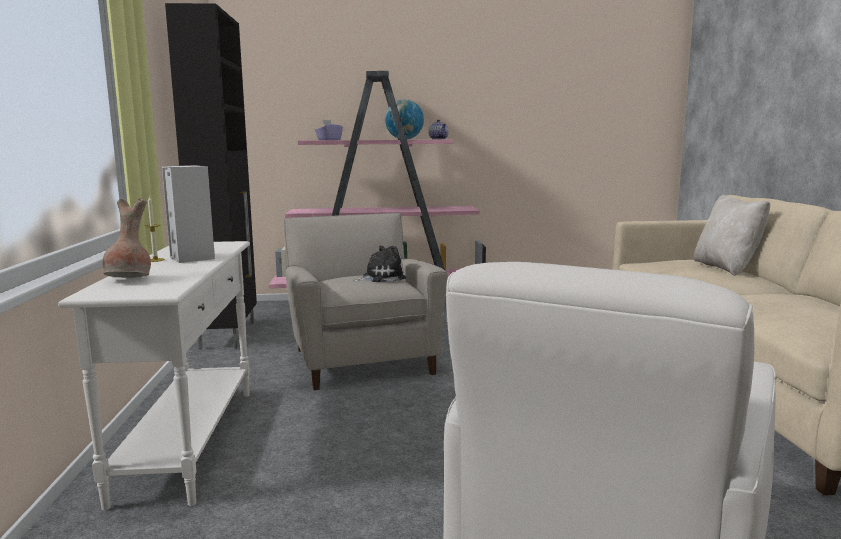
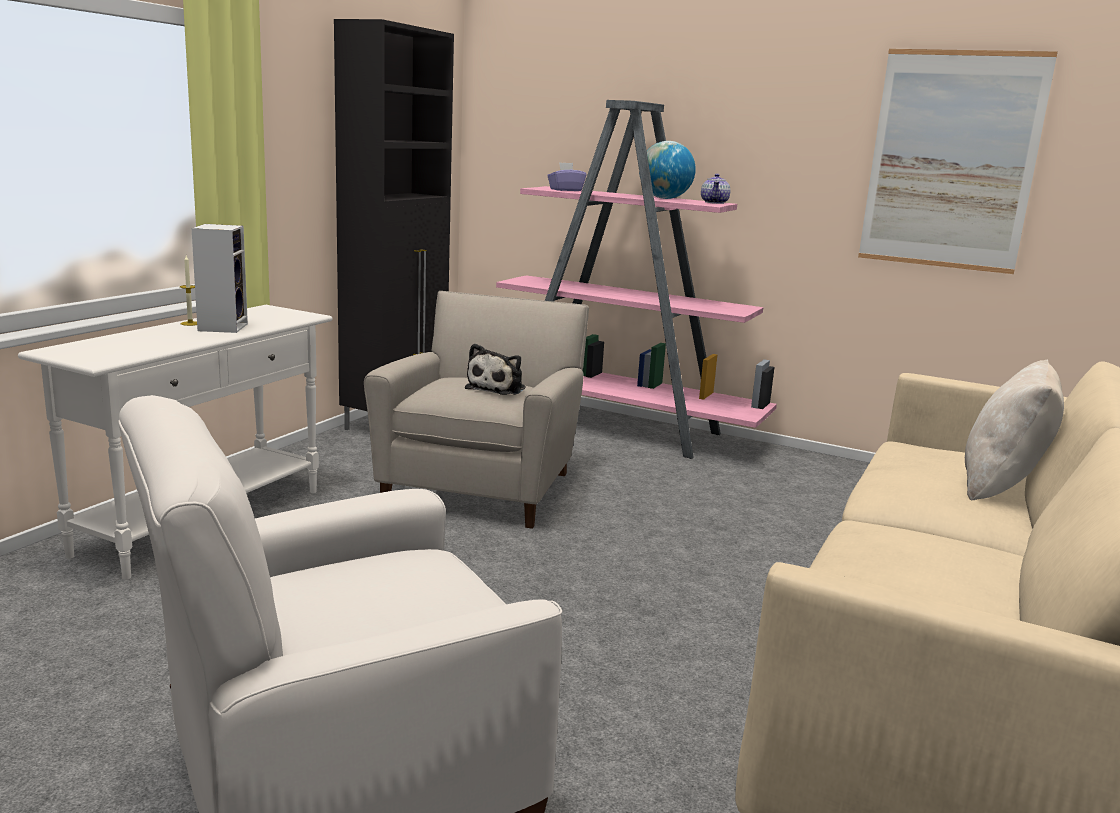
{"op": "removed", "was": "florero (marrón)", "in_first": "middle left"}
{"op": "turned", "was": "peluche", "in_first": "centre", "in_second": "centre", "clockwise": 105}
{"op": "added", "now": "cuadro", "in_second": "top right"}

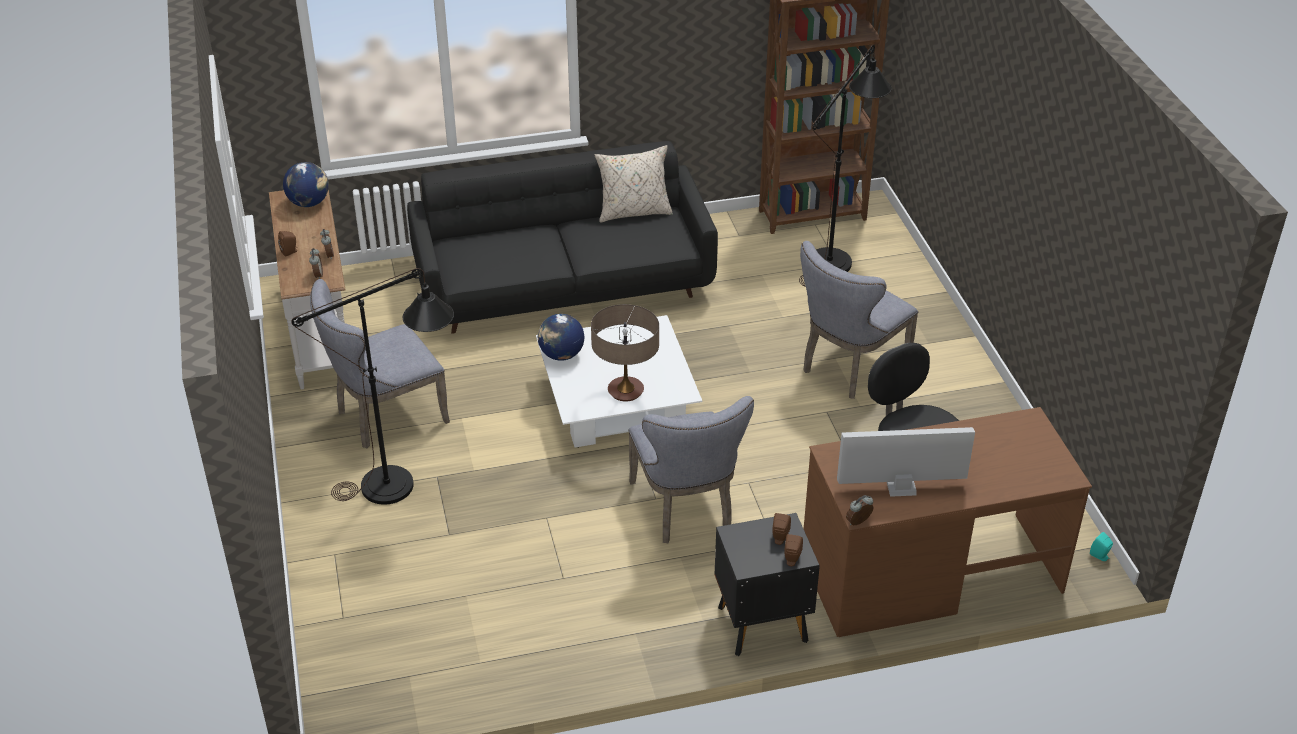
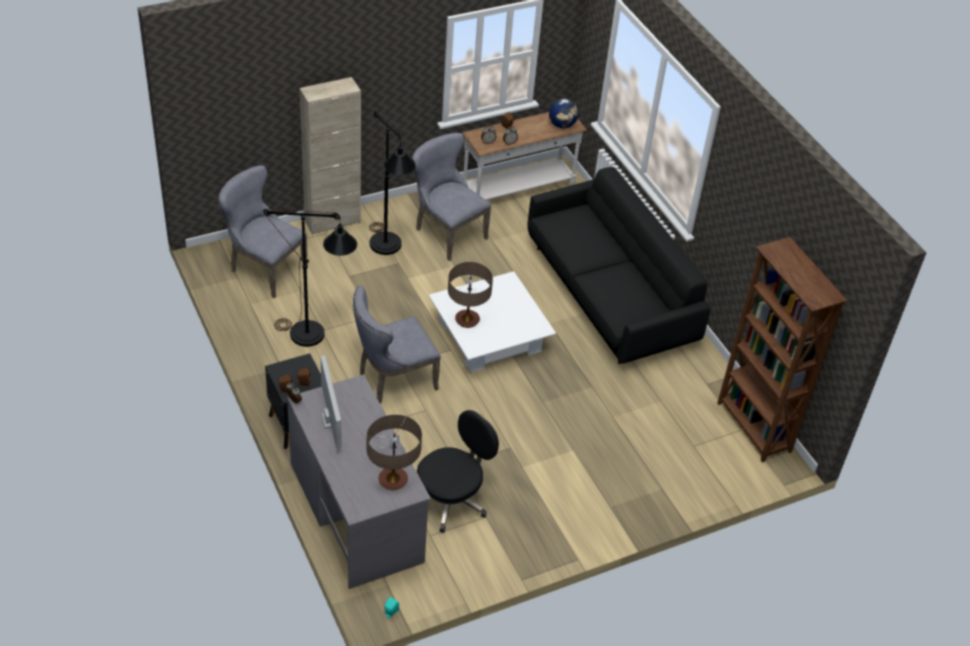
{"op": "removed", "was": "globo terráqueo (2nd from left)", "in_first": "centre"}
{"op": "removed", "was": "cojín (beis)", "in_first": "top centre"}
{"op": "moved", "was": "lámpara de pie (negro) (2nd from left in the first image)", "now": "lámpara de pie (negro) (1st from left)", "in_first": "top centre", "in_second": "middle left"}
{"op": "moved", "was": "silla (gris) (3rd from left in the first image)", "now": "silla (gris) (1st from left)", "in_first": "centre", "in_second": "middle left"}
{"op": "recoloured", "was": "escritorio (marrón)", "now": "escritorio (gris)", "in_first": "bottom right", "in_second": "bottom centre"}
{"op": "added", "now": "armario (beis)", "in_second": "top centre"}
{"op": "added", "now": "lámpara de mesa (1st from left)", "in_second": "bottom centre"}

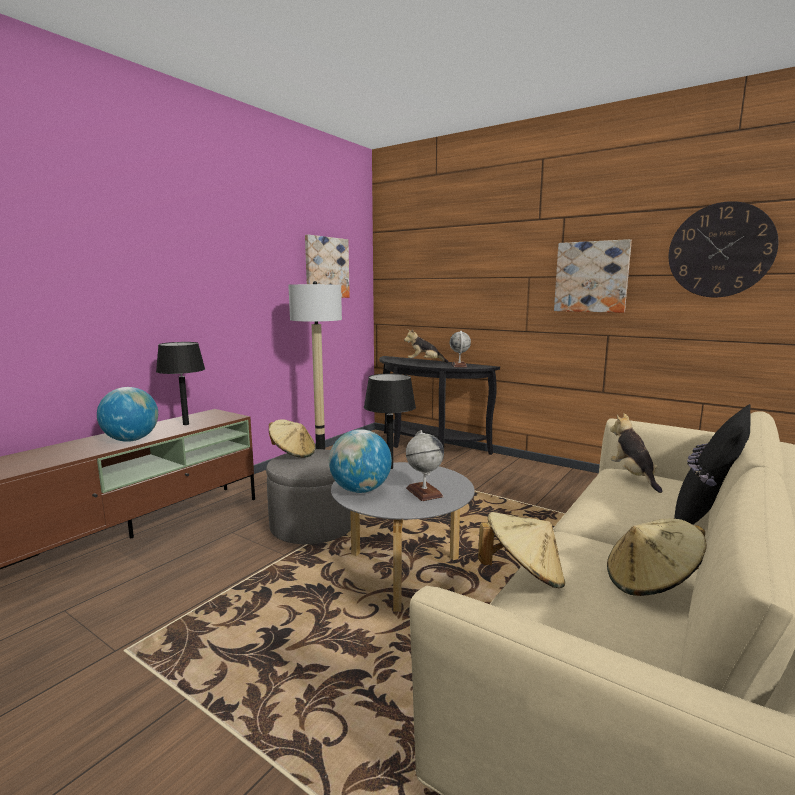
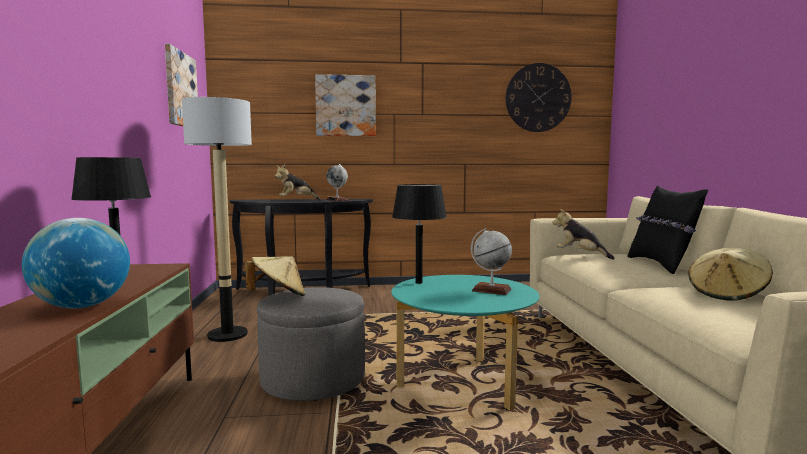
{"op": "removed", "was": "globo terráqueo (2nd from left)", "in_first": "centre"}
{"op": "recoloured", "was": "mesa de centro (gris)", "now": "mesa de centro (turquesa)", "in_first": "bottom centre", "in_second": "bottom centre"}
{"op": "removed", "was": "sombrero (beis) (2nd from left)", "in_first": "bottom centre"}
{"op": "moved", "was": "cuadro (2nd from left)", "in_first": "middle right", "in_second": "top centre"}

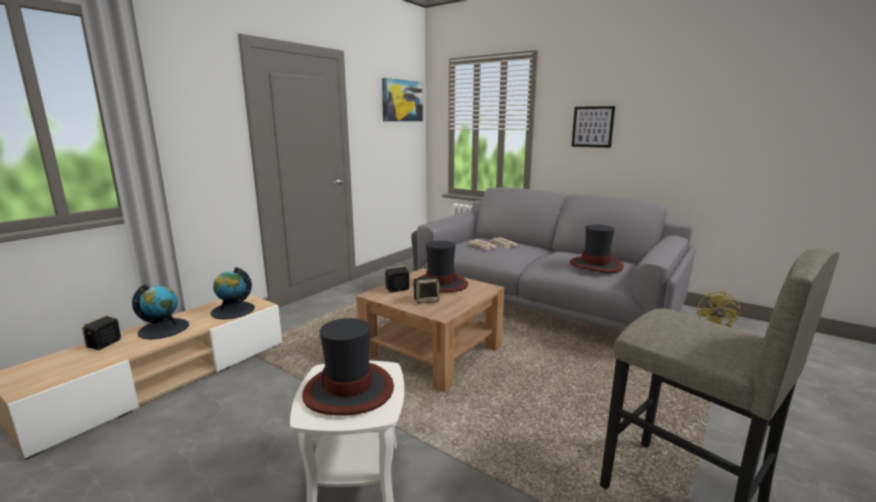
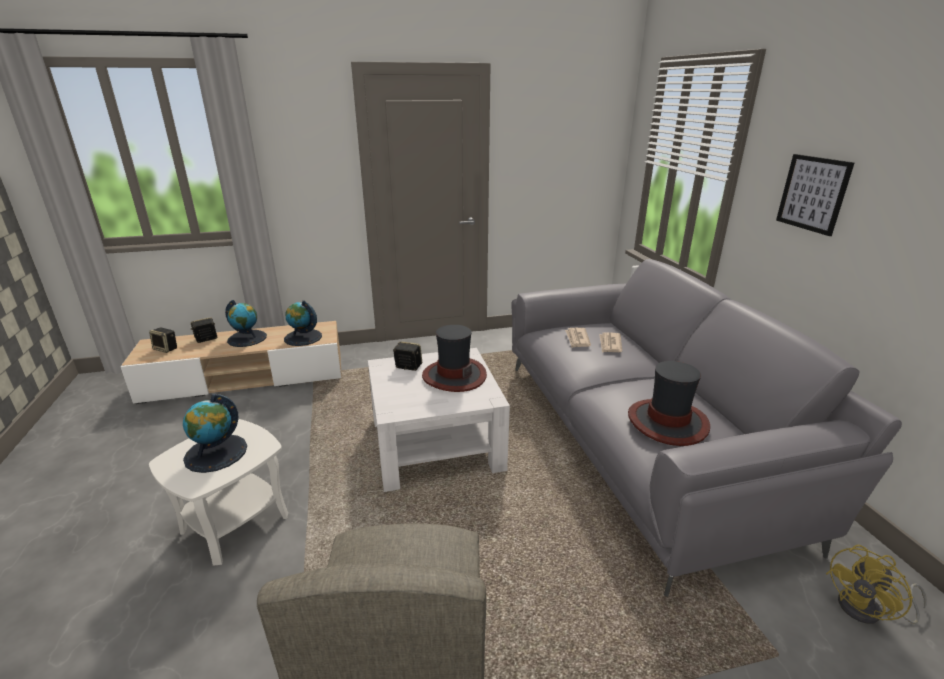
{"op": "replaced", "was": "sombrero (1st from left)", "now": "globo terráqueo (1st from left)", "in_first": "bottom centre", "in_second": "middle left"}
{"op": "recoloured", "was": "mesa de centro (marrón)", "now": "mesa de centro (blanco)", "in_first": "centre", "in_second": "centre"}
{"op": "removed", "was": "cuadro (1st from left)", "in_first": "top centre"}
{"op": "moved", "was": "altavoz (3rd from left in the first image)", "now": "altavoz (1st from left)", "in_first": "centre", "in_second": "middle left"}

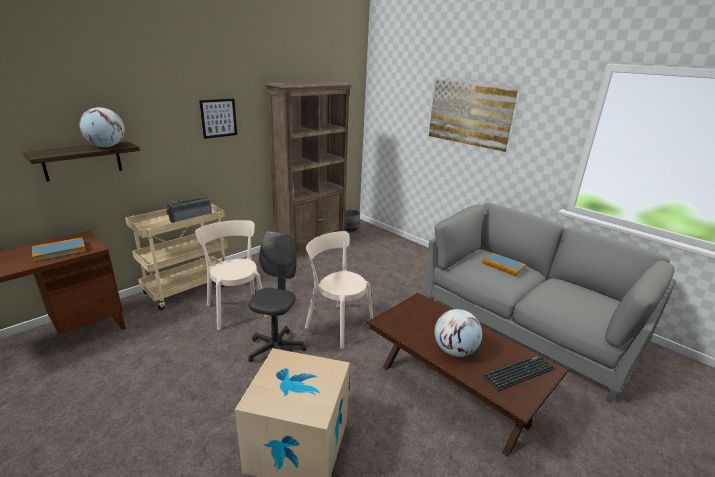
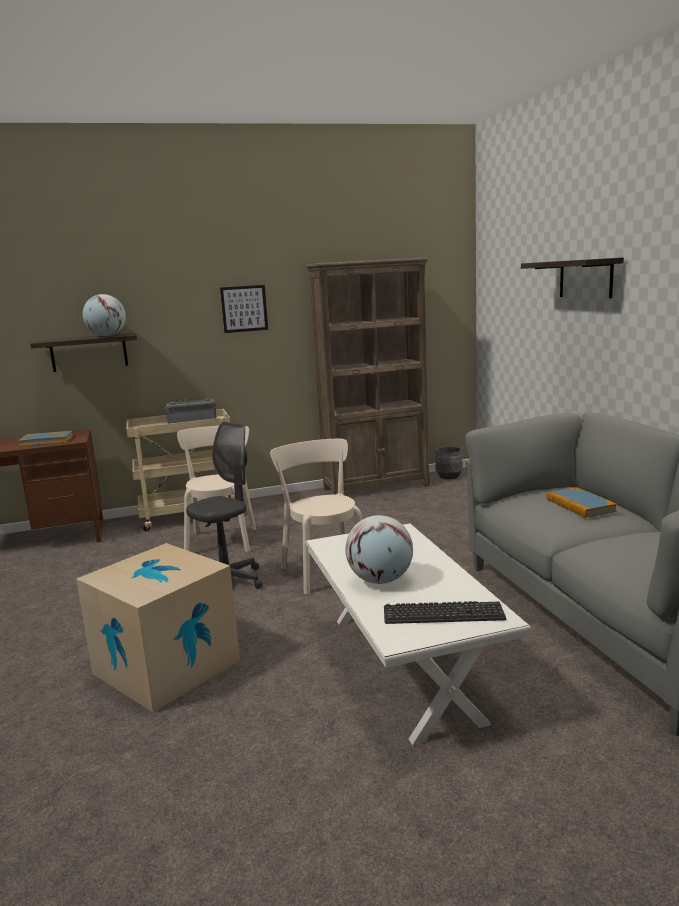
{"op": "recoloured", "was": "mesa de centro (marrón)", "now": "mesa de centro (blanco)", "in_first": "bottom centre", "in_second": "bottom centre"}
{"op": "replaced", "was": "cuadro (2nd from left)", "now": "estante (2nd from left)", "in_first": "top centre", "in_second": "top right"}

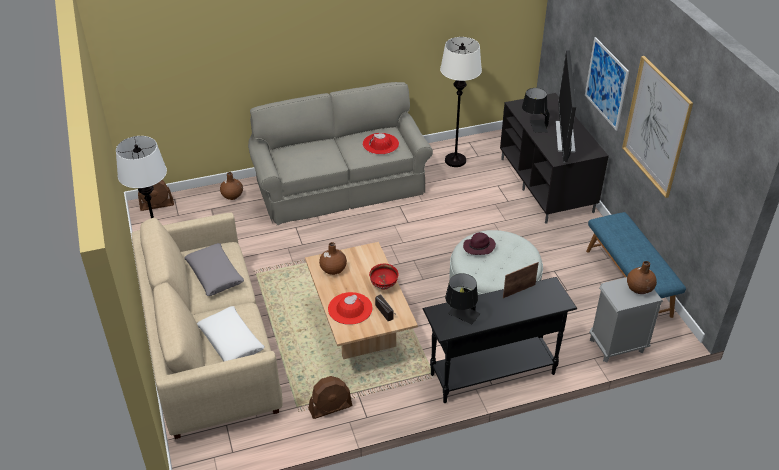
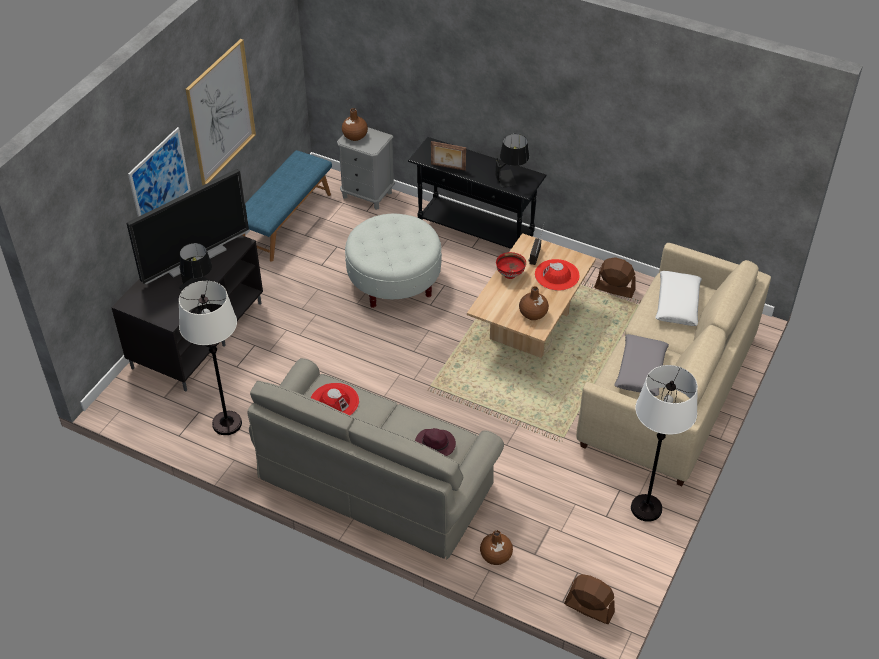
{"op": "moved", "was": "sombrero (morado)", "in_first": "centre", "in_second": "bottom centre"}

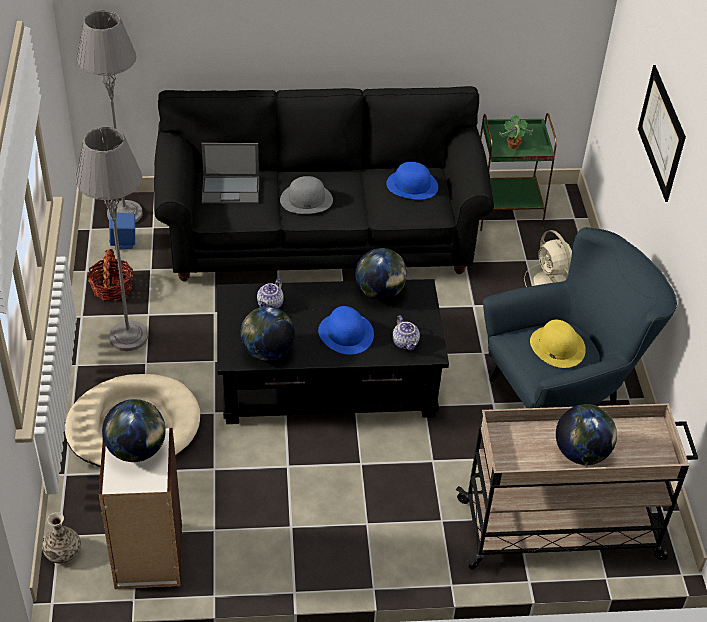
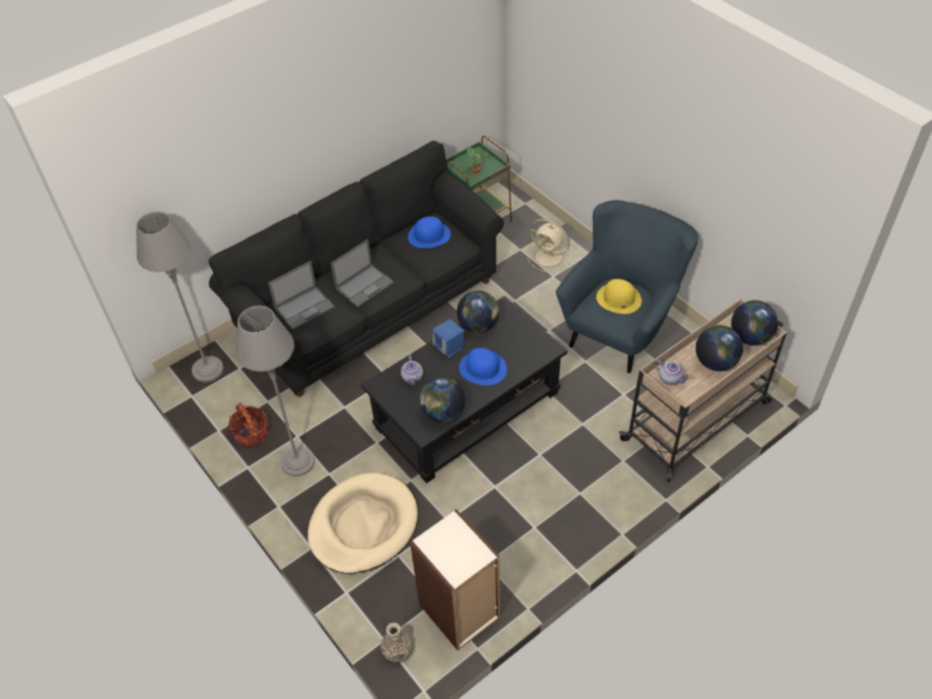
{"op": "moved", "was": "globo terráqueo (1st from left in the first image)", "now": "globo terráqueo (4th from left)", "in_first": "bottom left", "in_second": "middle right"}
{"op": "moved", "was": "altavoz (azul)", "in_first": "middle left", "in_second": "centre"}
{"op": "replaced", "was": "sombrero (gris)", "now": "portátil (2nd from left)", "in_first": "top centre", "in_second": "centre"}
{"op": "moved", "was": "tetera (2nd from left)", "in_first": "centre", "in_second": "middle right"}
{"op": "removed", "was": "cuadro", "in_first": "top right"}

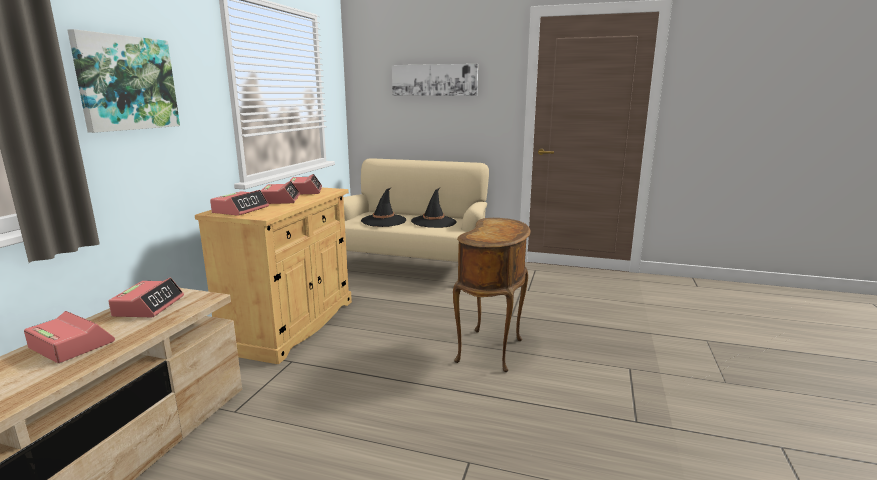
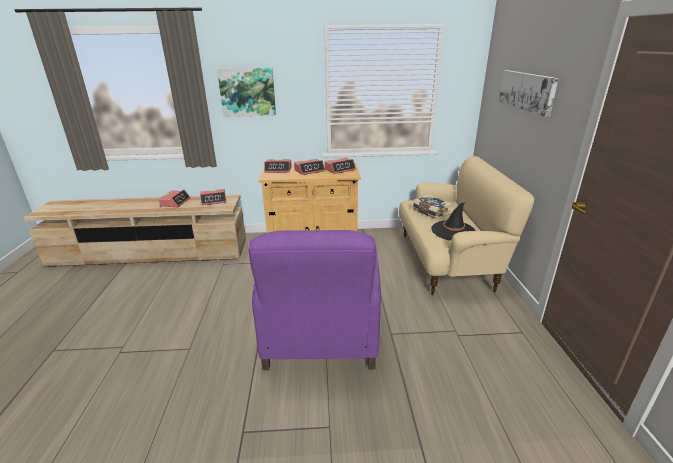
{"op": "replaced", "was": "sombrero (negro) (1st from left)", "now": "libro", "in_first": "centre", "in_second": "centre"}
{"op": "replaced", "was": "mesa auxiliar (marrón)", "now": "sillón (morado)", "in_first": "centre", "in_second": "centre"}

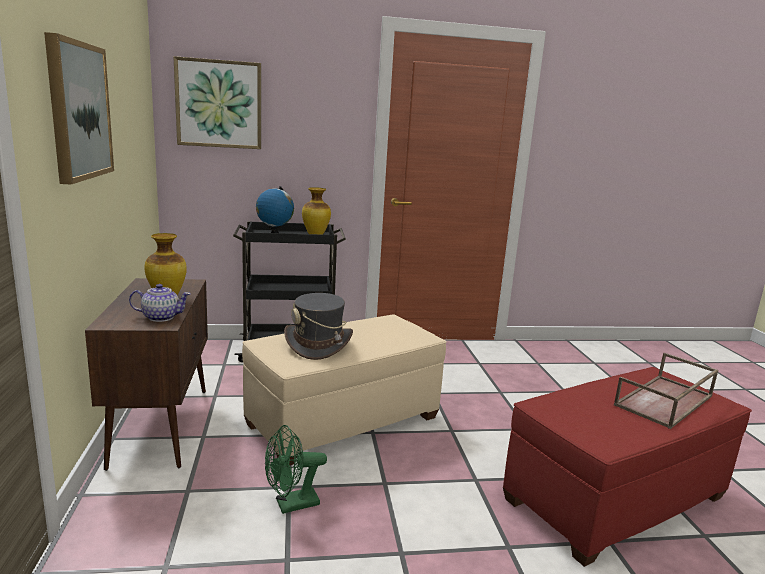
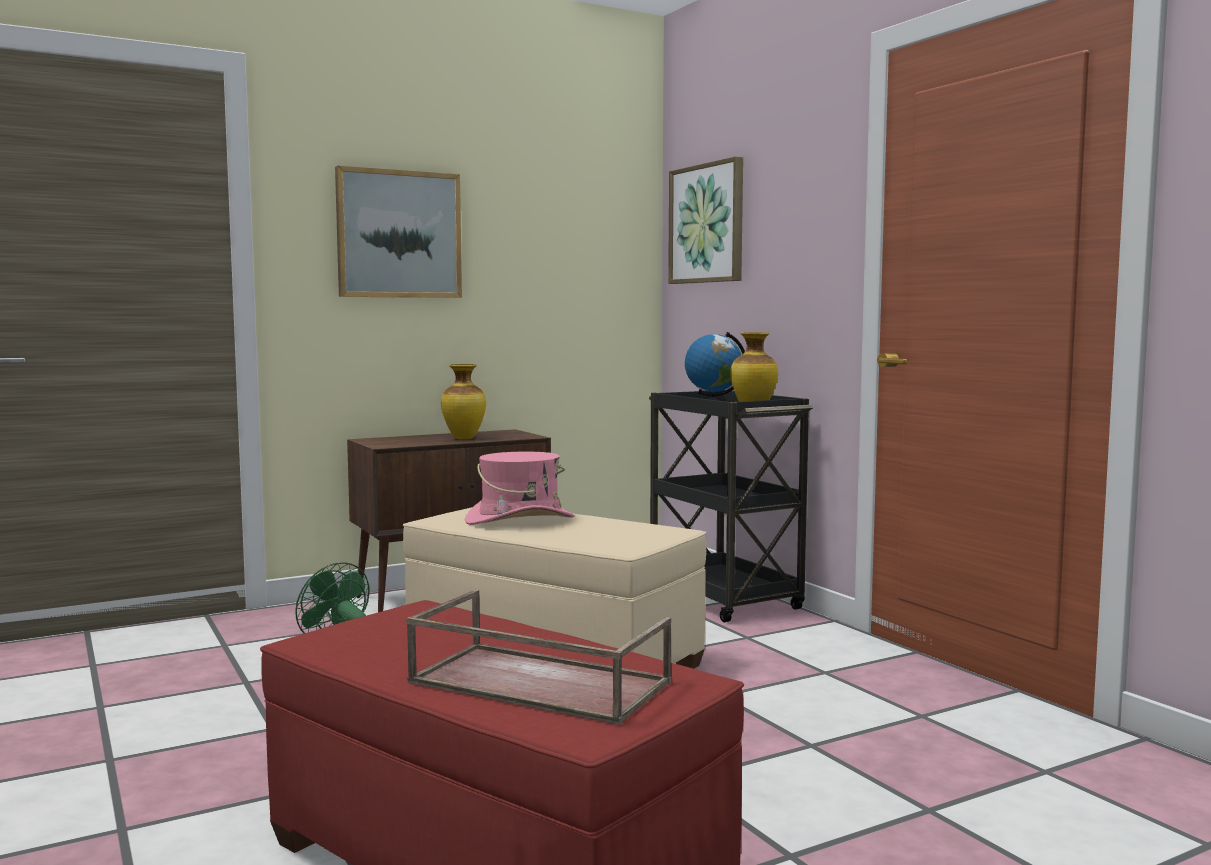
{"op": "removed", "was": "tetera", "in_first": "middle left"}
{"op": "recoloured", "was": "sombrero (gris)", "now": "sombrero (rosa)", "in_first": "centre", "in_second": "centre"}

